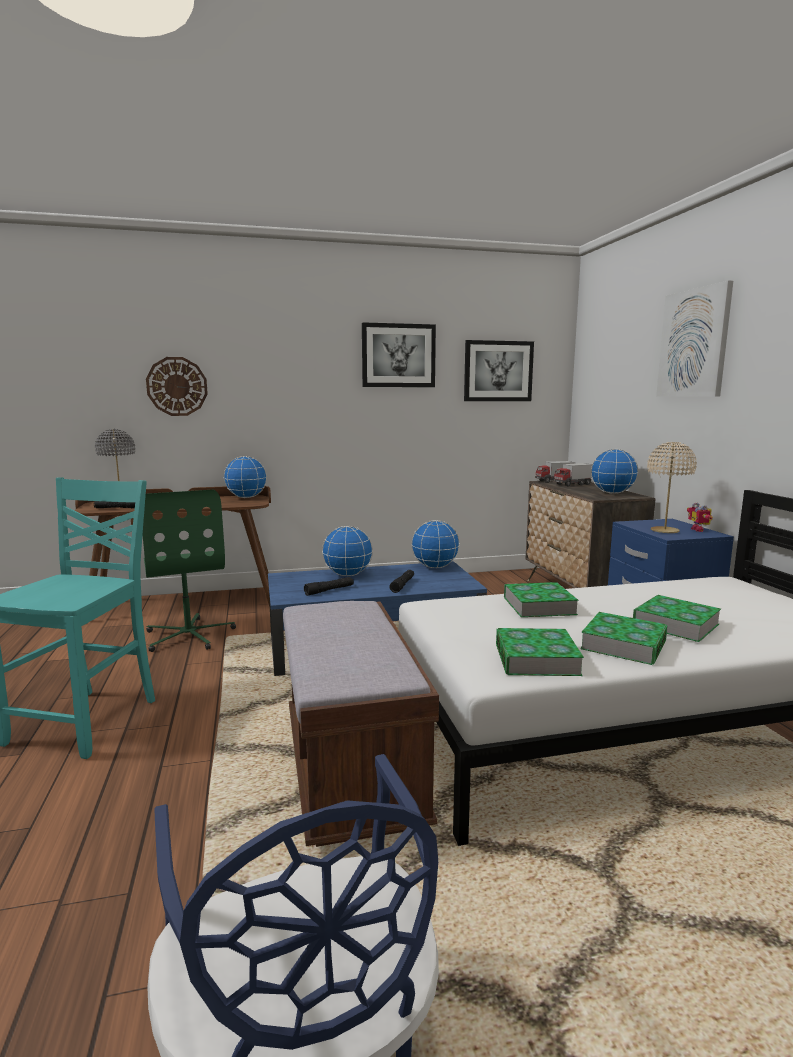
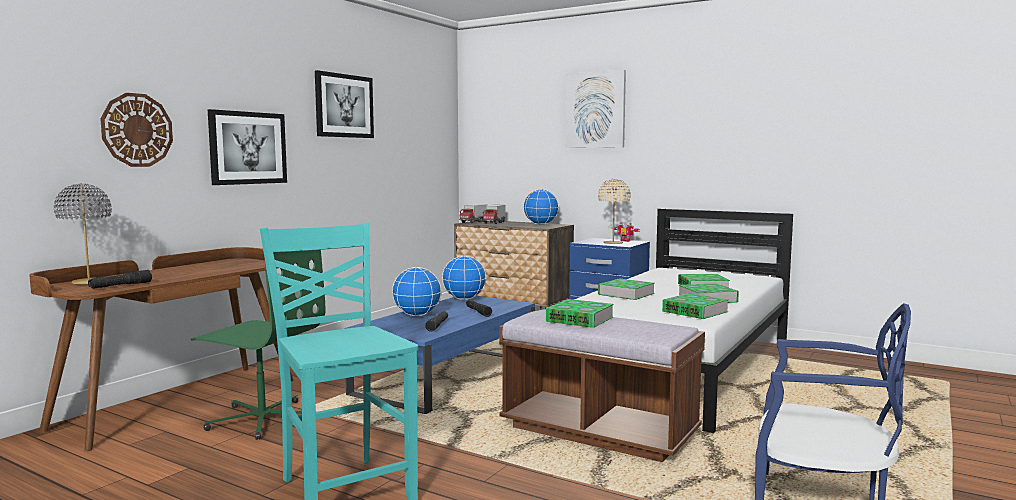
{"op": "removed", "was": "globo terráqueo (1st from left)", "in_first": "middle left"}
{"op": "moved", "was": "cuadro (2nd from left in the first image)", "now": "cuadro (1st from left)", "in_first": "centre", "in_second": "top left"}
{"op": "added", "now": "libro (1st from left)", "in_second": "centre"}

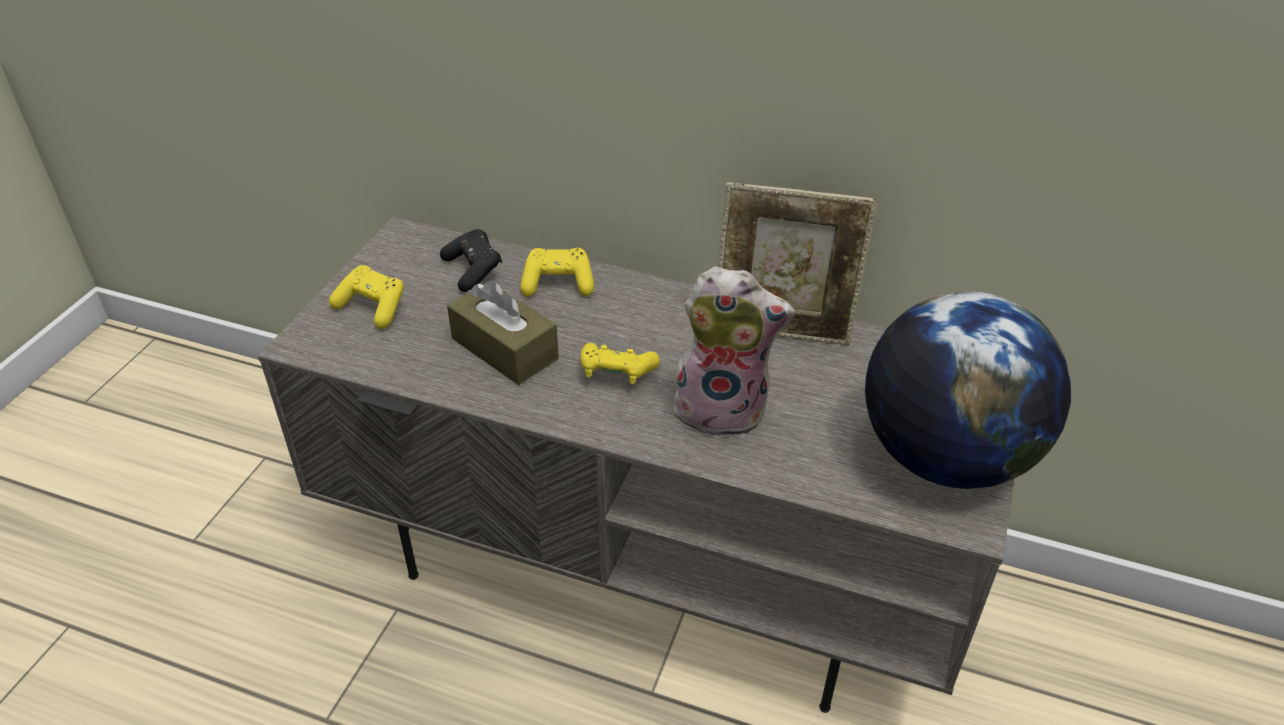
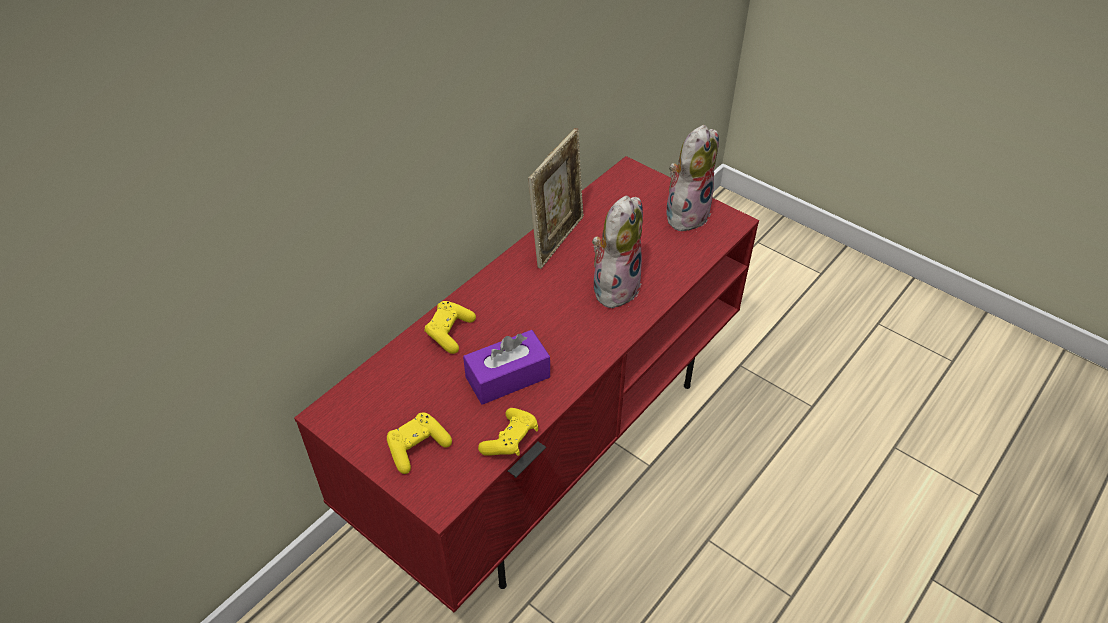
{"op": "recoloured", "was": "mueble de televisión (gris)", "now": "mueble de televisión (rojo)", "in_first": "centre", "in_second": "centre"}
{"op": "removed", "was": "mando de consola (negro)", "in_first": "centre"}
{"op": "recoloured", "was": "caja de pañuelos (marrón)", "now": "caja de pañuelos (morado)", "in_first": "centre", "in_second": "centre"}
{"op": "moved", "was": "mando de consola (amarillo) (3rd from left)", "in_first": "centre", "in_second": "bottom centre"}
{"op": "replaced", "was": "globo terráqueo", "now": "peluche (2nd from left)", "in_first": "middle right", "in_second": "top centre"}

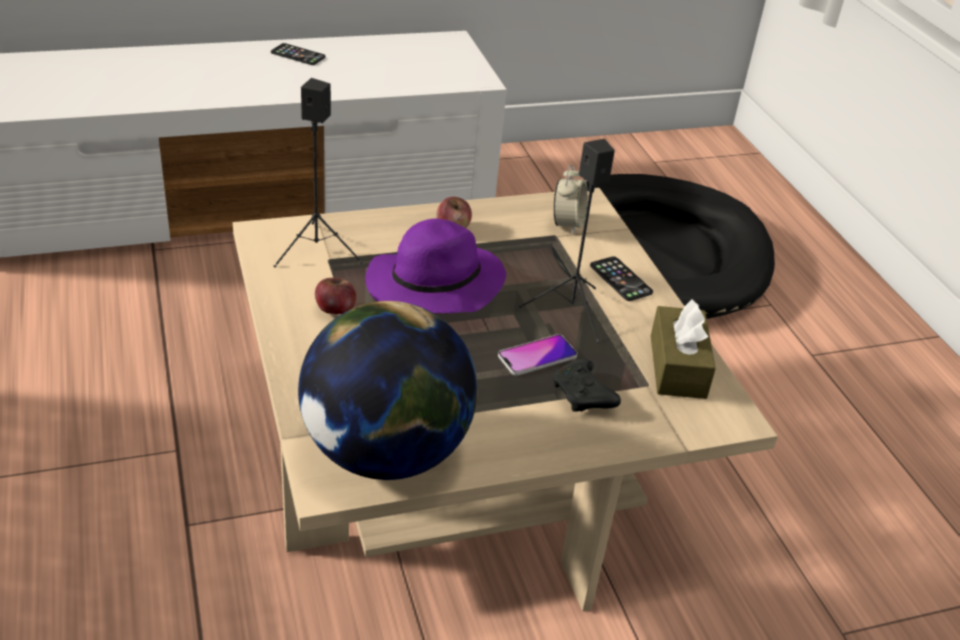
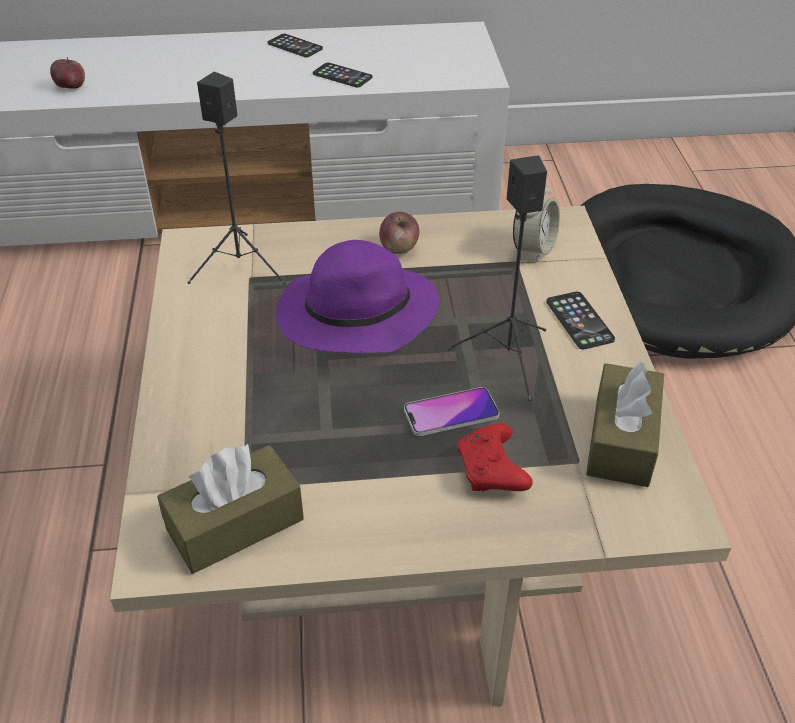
{"op": "replaced", "was": "globo terráqueo", "now": "caja de pañuelos (marrón) (1st from left)", "in_first": "centre", "in_second": "bottom left"}
{"op": "moved", "was": "manzana (1st from left)", "in_first": "centre", "in_second": "top left"}
{"op": "recoloured", "was": "mando de consola (negro)", "now": "mando de consola (rojo)", "in_first": "centre", "in_second": "centre"}
{"op": "added", "now": "móvil (2nd from left)", "in_second": "top centre"}

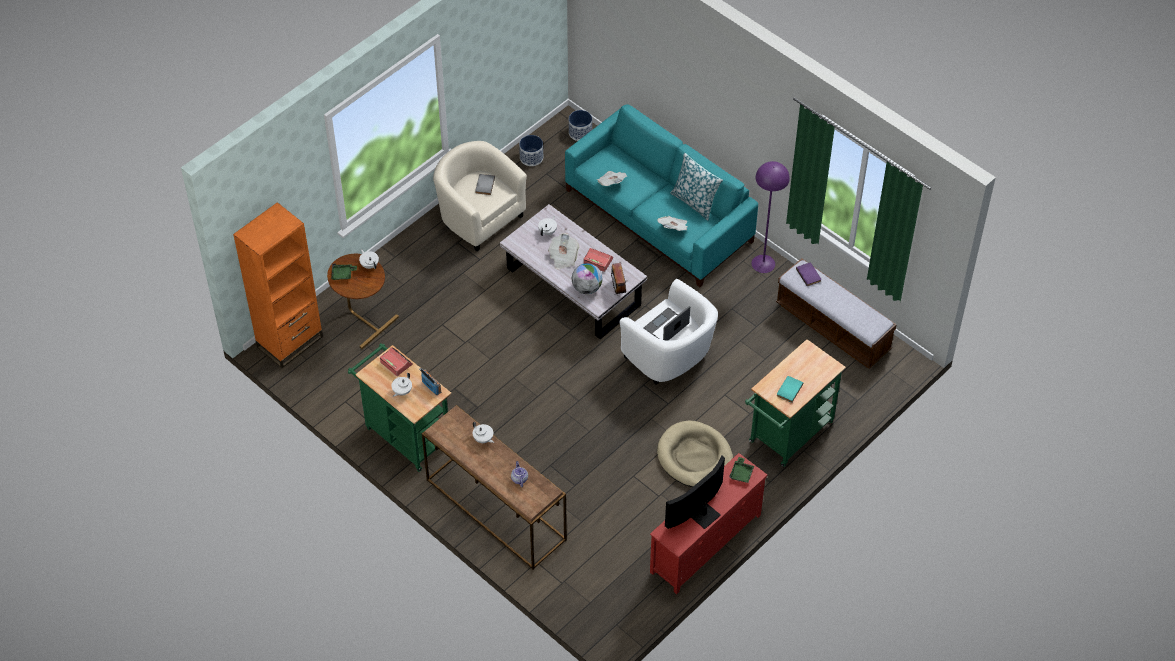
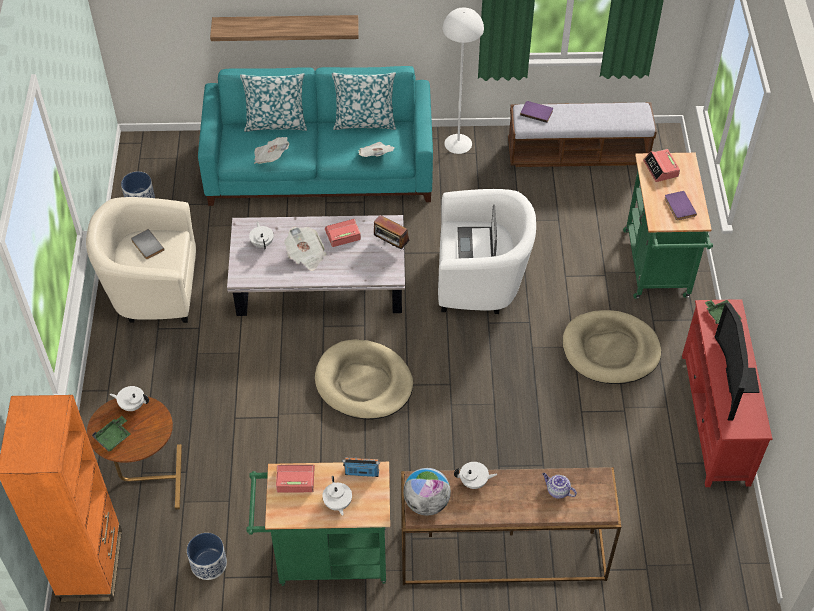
{"op": "moved", "was": "maceta (2nd from left)", "in_first": "top centre", "in_second": "bottom left"}
{"op": "moved", "was": "globo terráqueo", "in_first": "centre", "in_second": "bottom centre"}
{"op": "recoloured", "was": "lámpara de pie (morado)", "now": "lámpara de pie (blanco)", "in_first": "top centre", "in_second": "top centre"}
{"op": "recoloured", "was": "libro (turquesa)", "now": "libro (morado) (2nd from left)", "in_first": "middle right", "in_second": "middle right"}
{"op": "added", "now": "estante", "in_second": "top centre"}
{"op": "added", "now": "cojín (1st from left)", "in_second": "top centre"}
{"op": "added", "now": "cama para perro (beis) (1st from left)", "in_second": "centre"}
{"op": "added", "now": "despertador (3rd from left)", "in_second": "top right"}

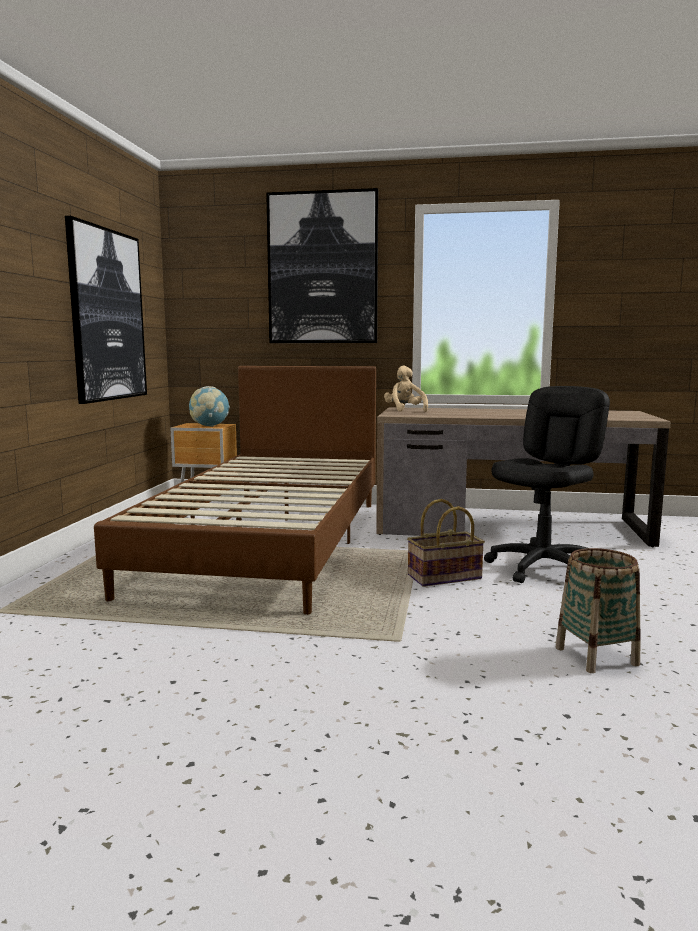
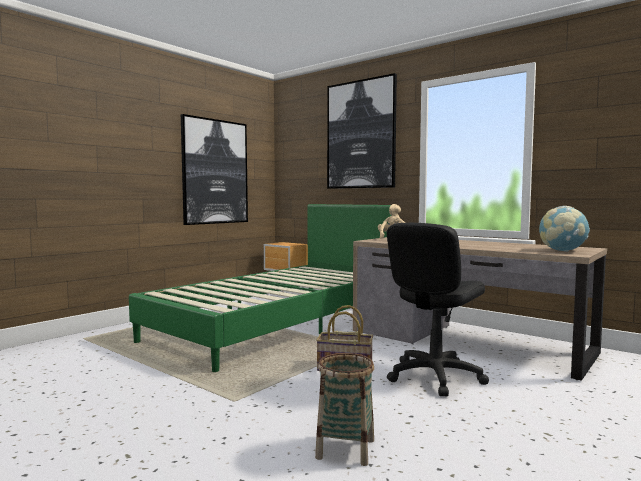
{"op": "recoloured", "was": "cama (marrón)", "now": "cama (verde)", "in_first": "centre", "in_second": "centre"}
{"op": "moved", "was": "globo terráqueo", "in_first": "middle left", "in_second": "middle right"}
{"op": "turned", "was": "silla de oficina (negro)", "in_first": "middle right", "in_second": "middle right", "clockwise": 150}

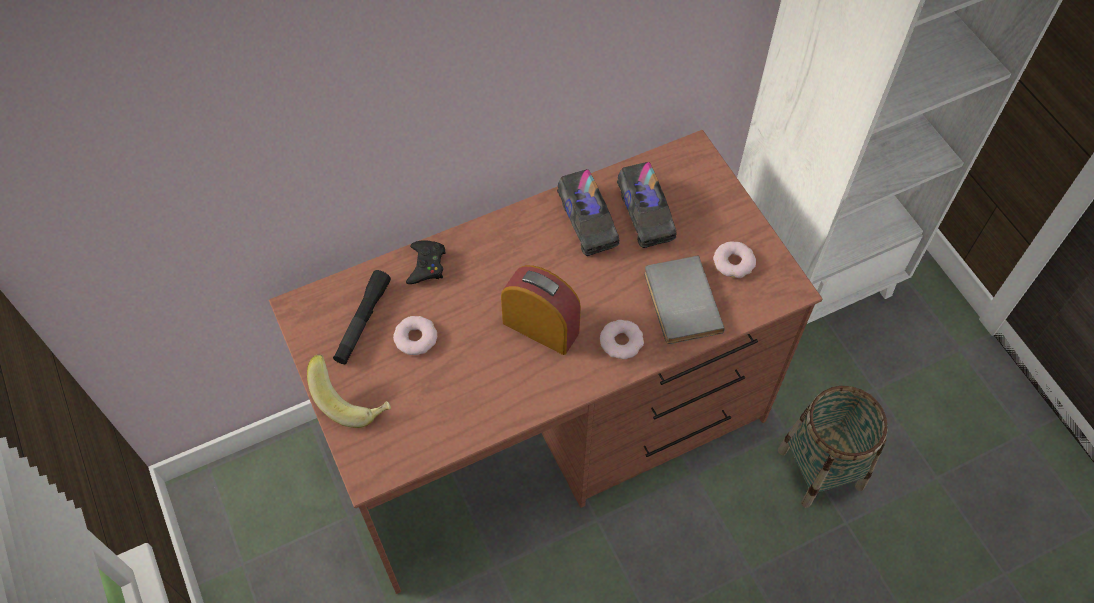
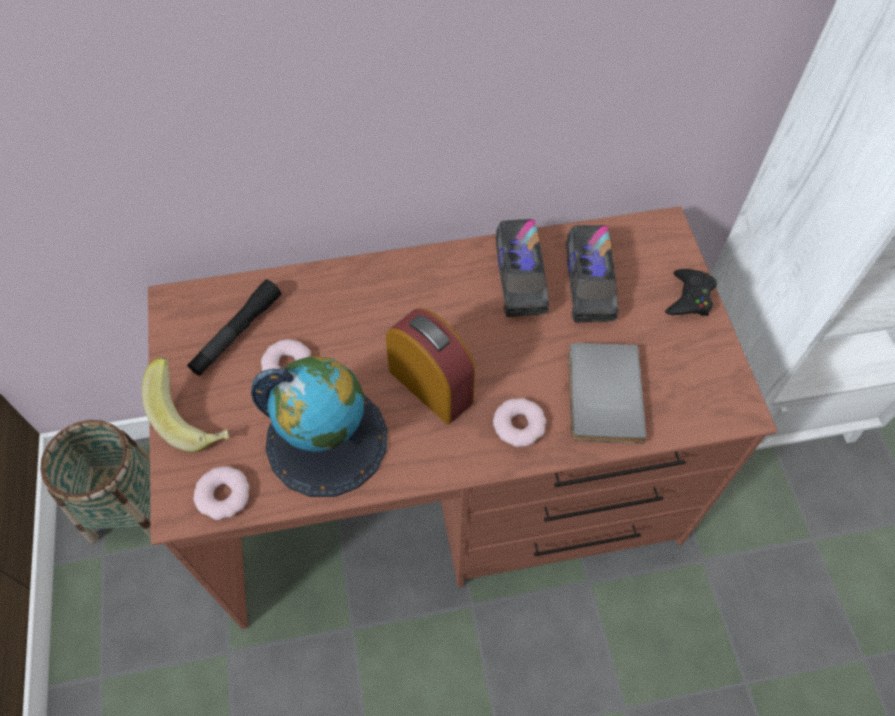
{"op": "moved", "was": "mando de consola (negro)", "in_first": "centre", "in_second": "middle right"}
{"op": "moved", "was": "rosquilla (3rd from left in the first image)", "now": "rosquilla (1st from left)", "in_first": "middle right", "in_second": "bottom left"}
{"op": "moved", "was": "cesta", "in_first": "bottom right", "in_second": "bottom left"}
{"op": "added", "now": "globo terráqueo", "in_second": "centre"}

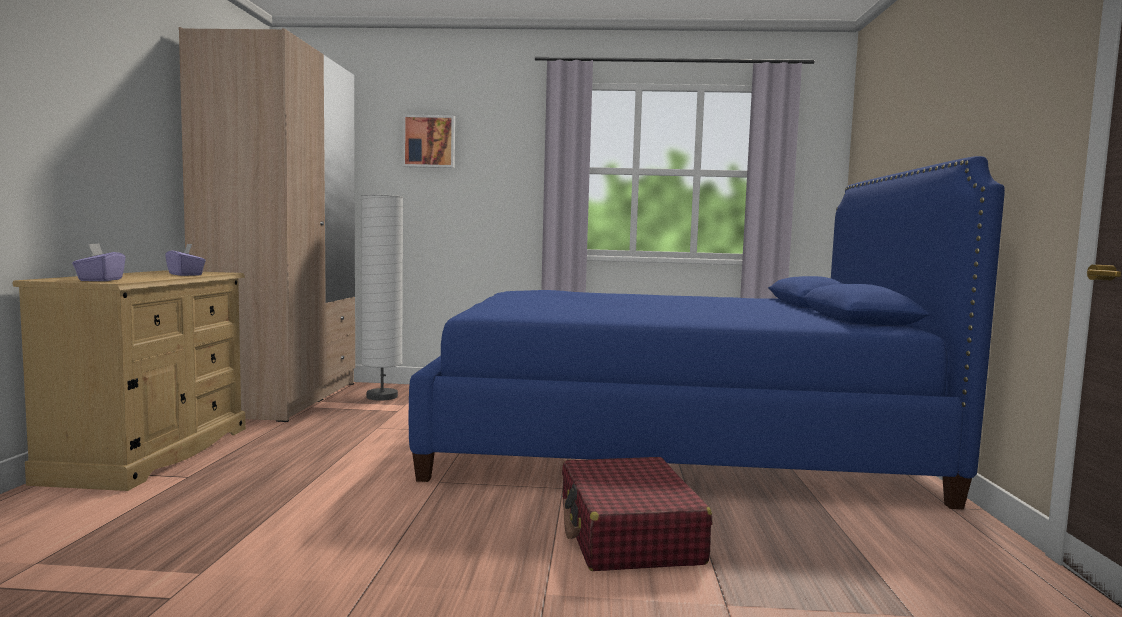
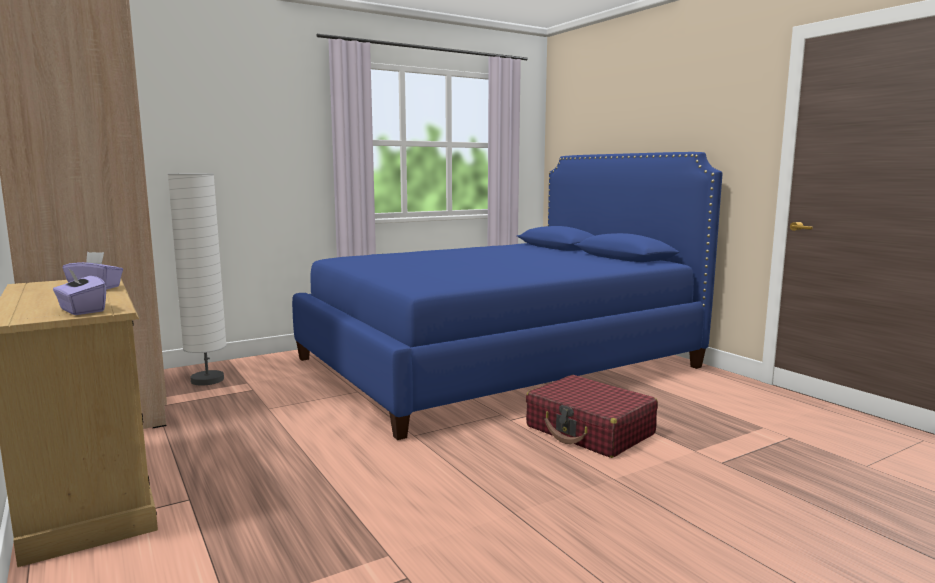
{"op": "removed", "was": "cuadro", "in_first": "top centre"}

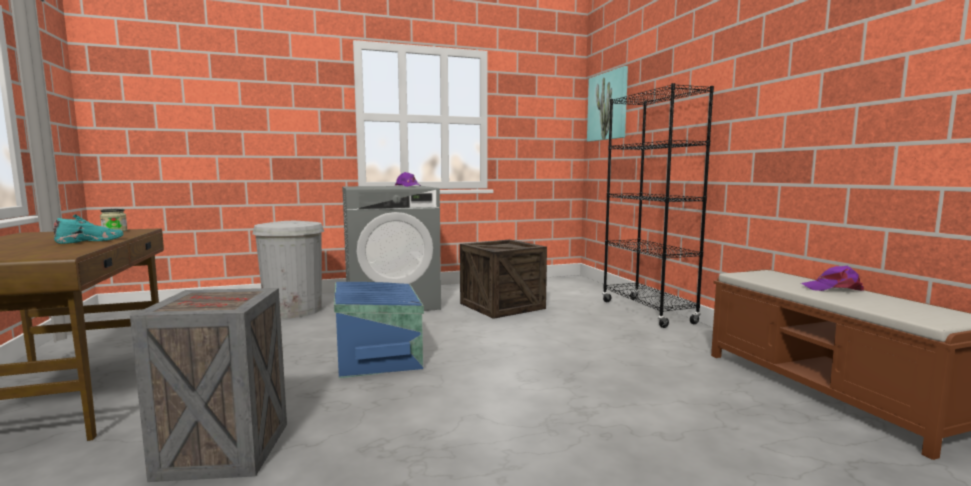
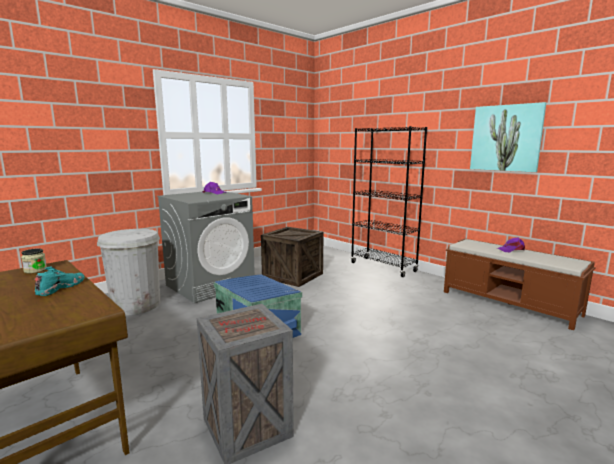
{"op": "moved", "was": "cuadro", "in_first": "top centre", "in_second": "top right"}

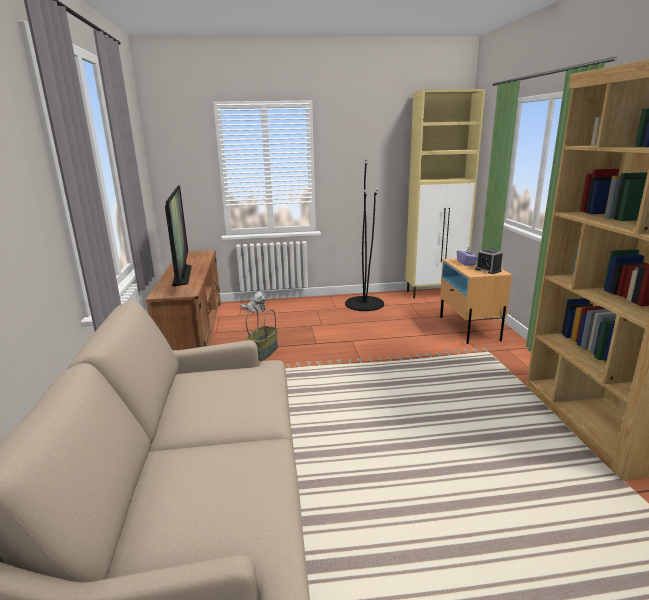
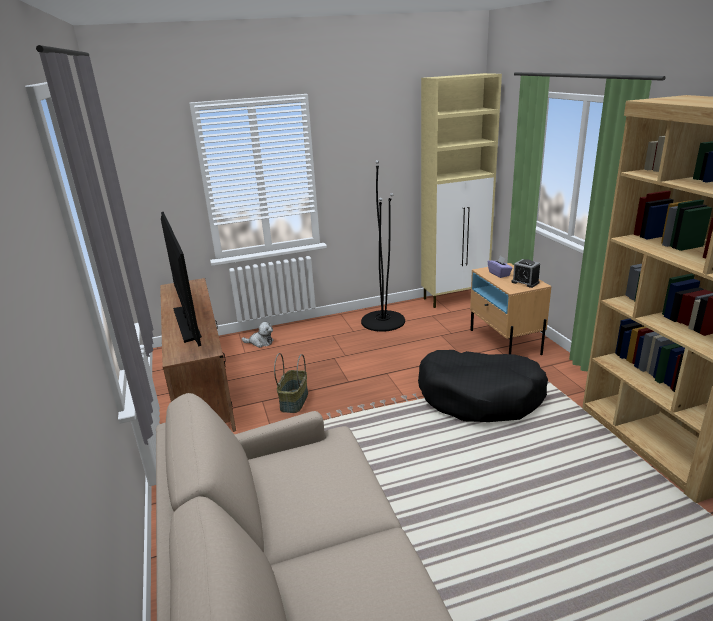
{"op": "added", "now": "cama para perro (negro)", "in_second": "middle right"}

